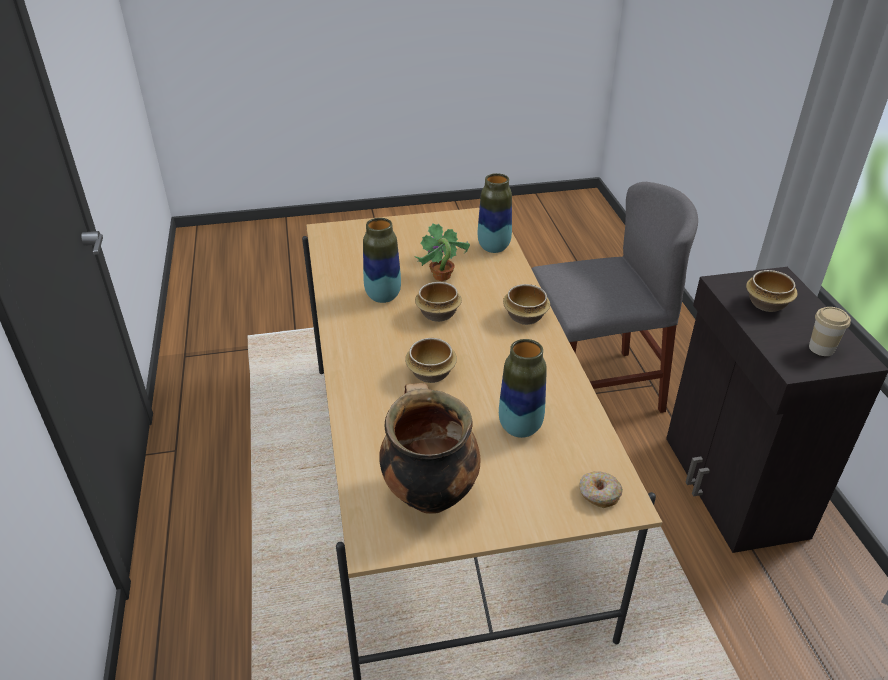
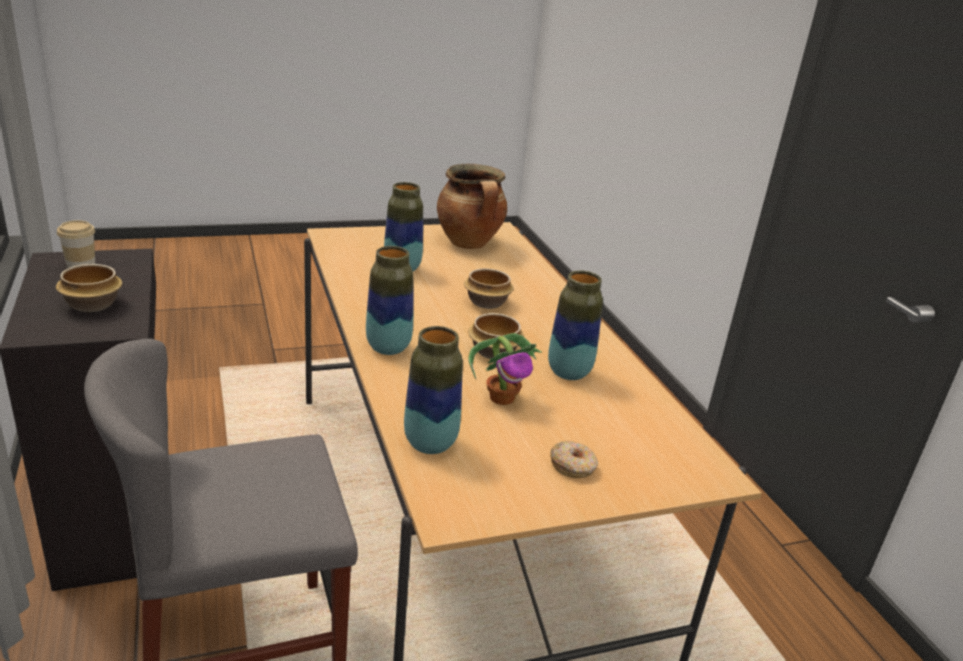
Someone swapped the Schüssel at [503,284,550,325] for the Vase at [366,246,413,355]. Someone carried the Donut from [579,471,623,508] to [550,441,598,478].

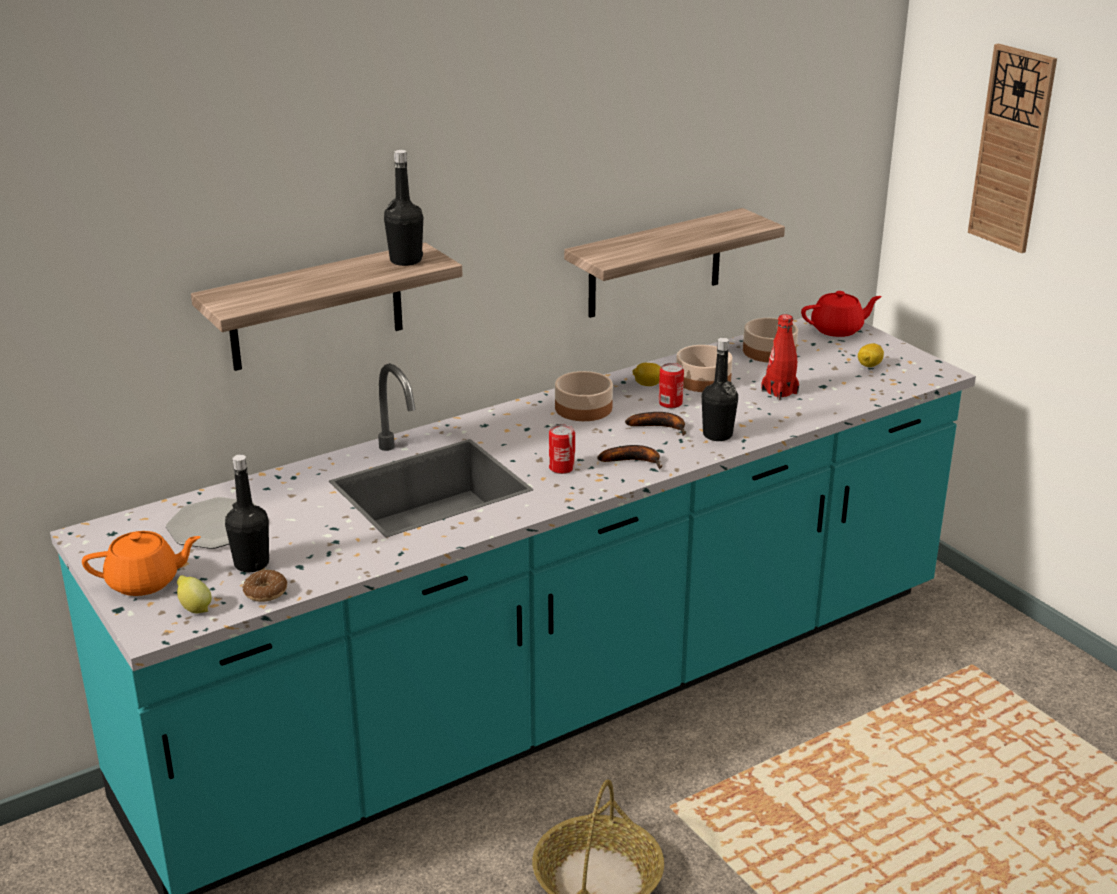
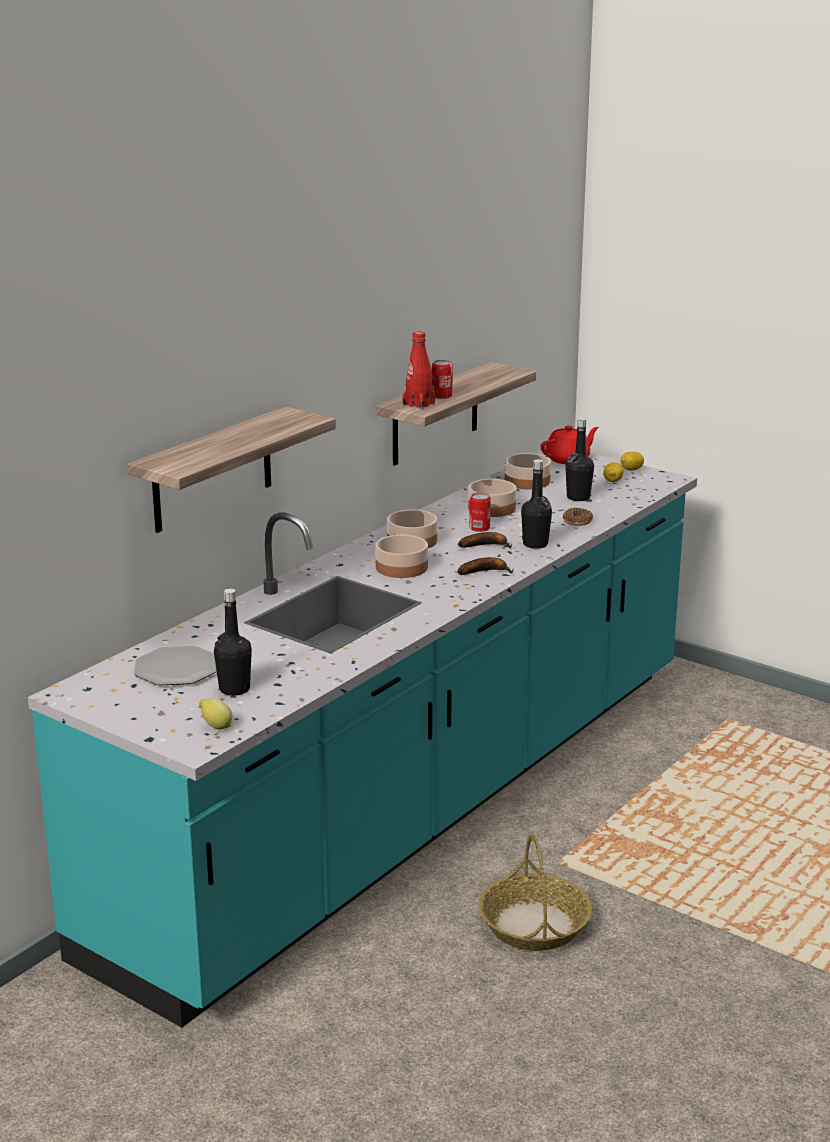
Someone put down the Schüssel at [375,535,428,578]. Someone carried the Flasche/rot from [761,314,799,400] to [402,332,435,410]. Someone carried the Dose from [549,424,575,474] to [432,360,453,399]. Someone carried the Donut from [243,569,287,602] to [563,508,593,526]. Someone carried the Flasche/schwarz from [384,150,423,266] to [565,418,594,501]. Someone carried the Zitrone from [633,363,661,386] to [620,452,644,471]. Someone took away the Teekanne/orange at [82,531,200,596]. Someone took away the Wanduhr at [968,44,1057,253].

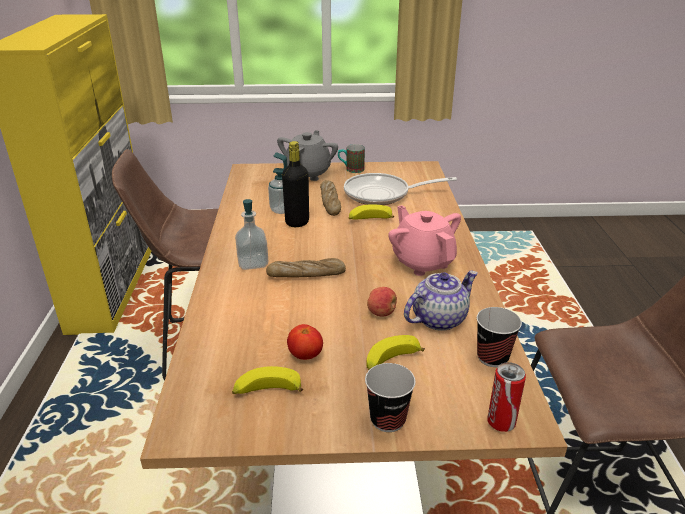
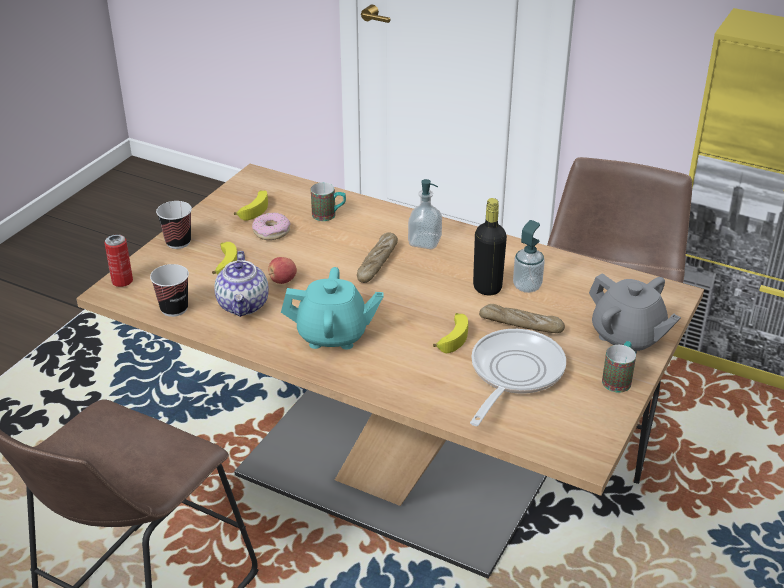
Someone swapped the Tomate at [287,324,323,360] for the Donut at [252,213,291,240]. Someone repainted the Teekanne/rosa at [388,205,461,276], which became the Teekanne/türkis at [281,267,384,349]. Someone put down the Henkelbecher at [311,183,346,221].

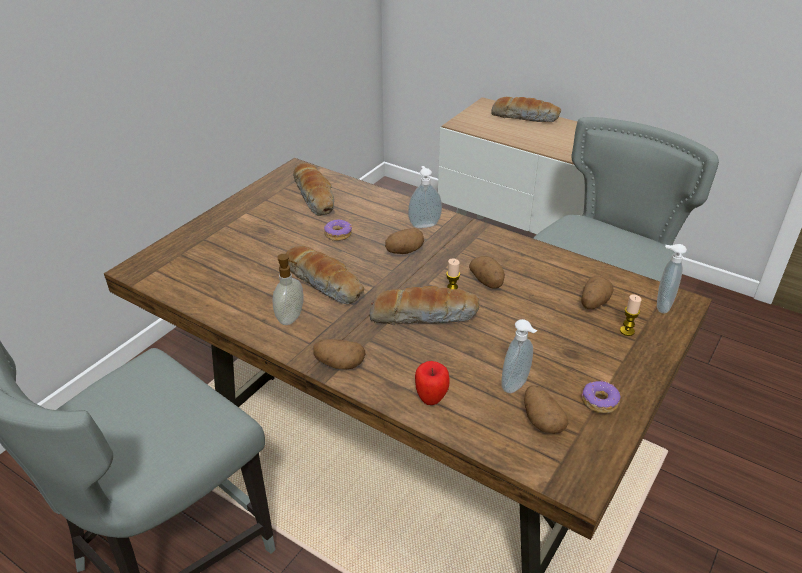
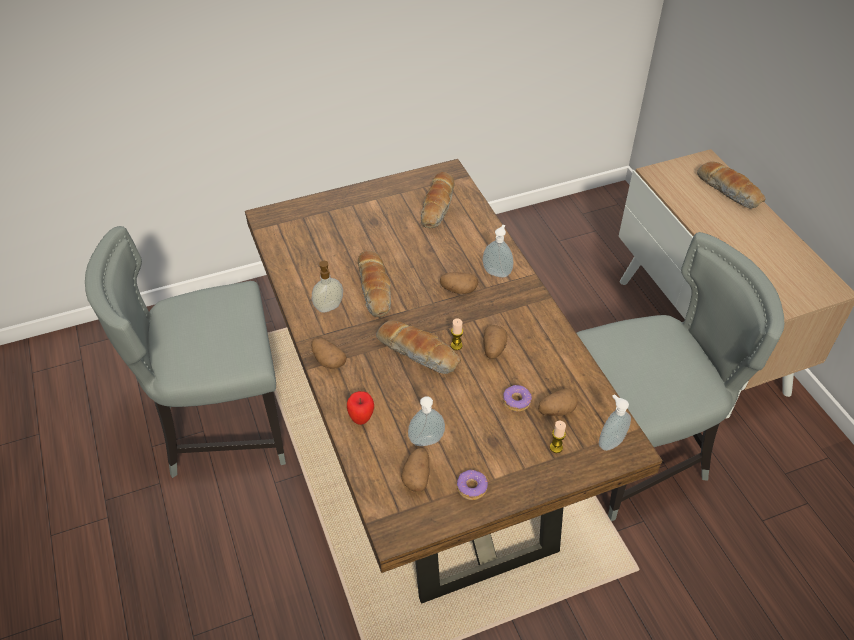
Someone carried the Donut from [324,219,352,241] to [503,385,532,412].

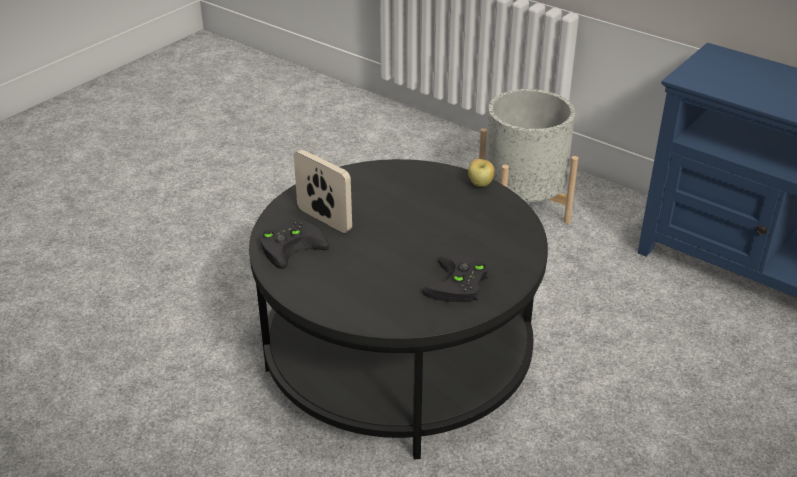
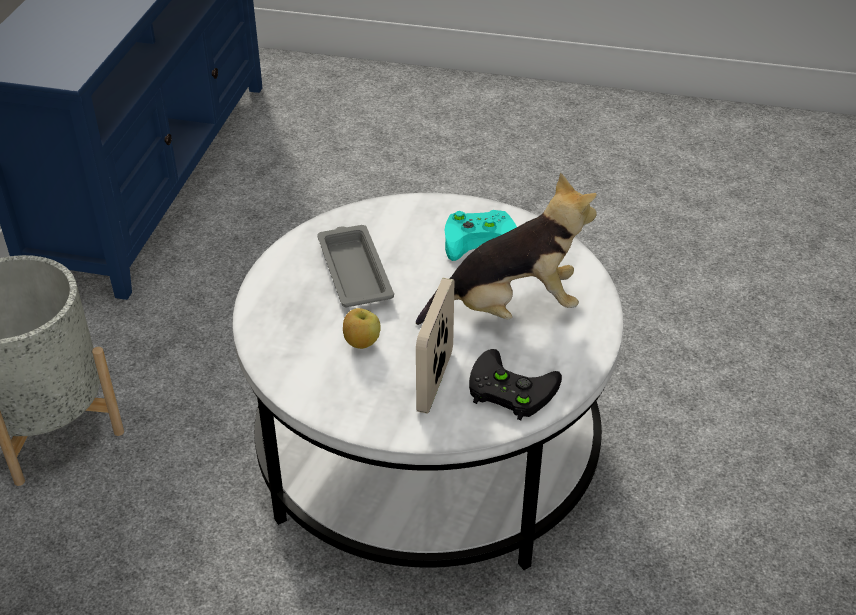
Someone repainted the Couchtisch/schwarz at [249,159,548,460], which became the Couchtisch/weiß at [232,193,624,570]. Someone put down the Tablett/grau at [317,225,394,307]. Someone carried the Apfel from [468,159,495,187] to [343,308,381,349]. Someone put down the Plüschtier at [416,173,597,325]. Someone repainted the Gamepad/schwarz at [422,254,488,302], which became the Gamepad/türkis at [445,210,517,261].

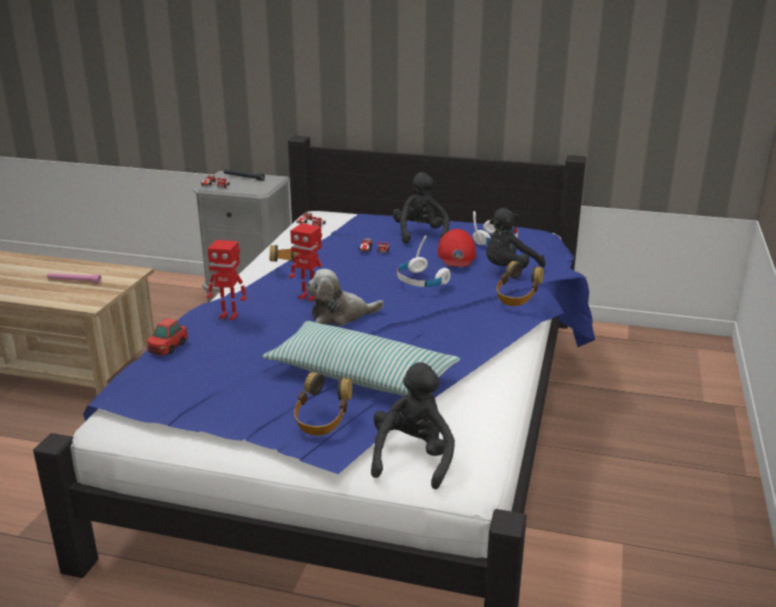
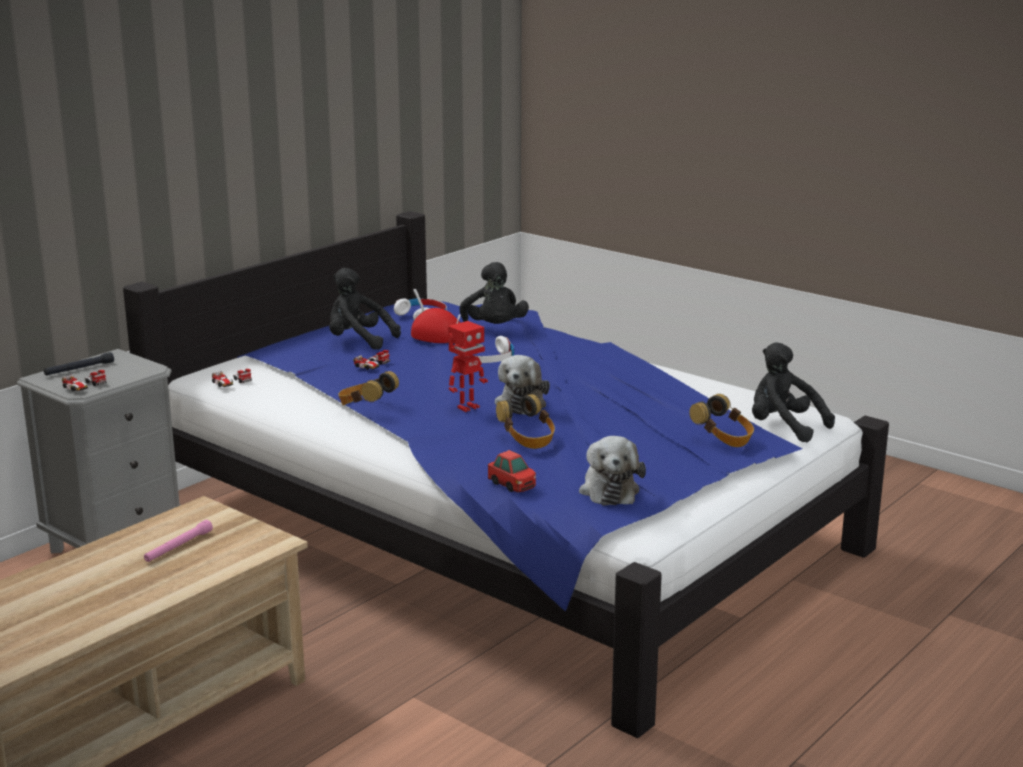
Someone carried the Kopfhörer from [497,261,544,306] to [496,394,555,449]. Someone put down the Plüschtier at [579,436,646,505]. Someone took away the Spielzeugroboter at [206,240,247,320]. Someone took away the Kissen at [262,321,460,396].

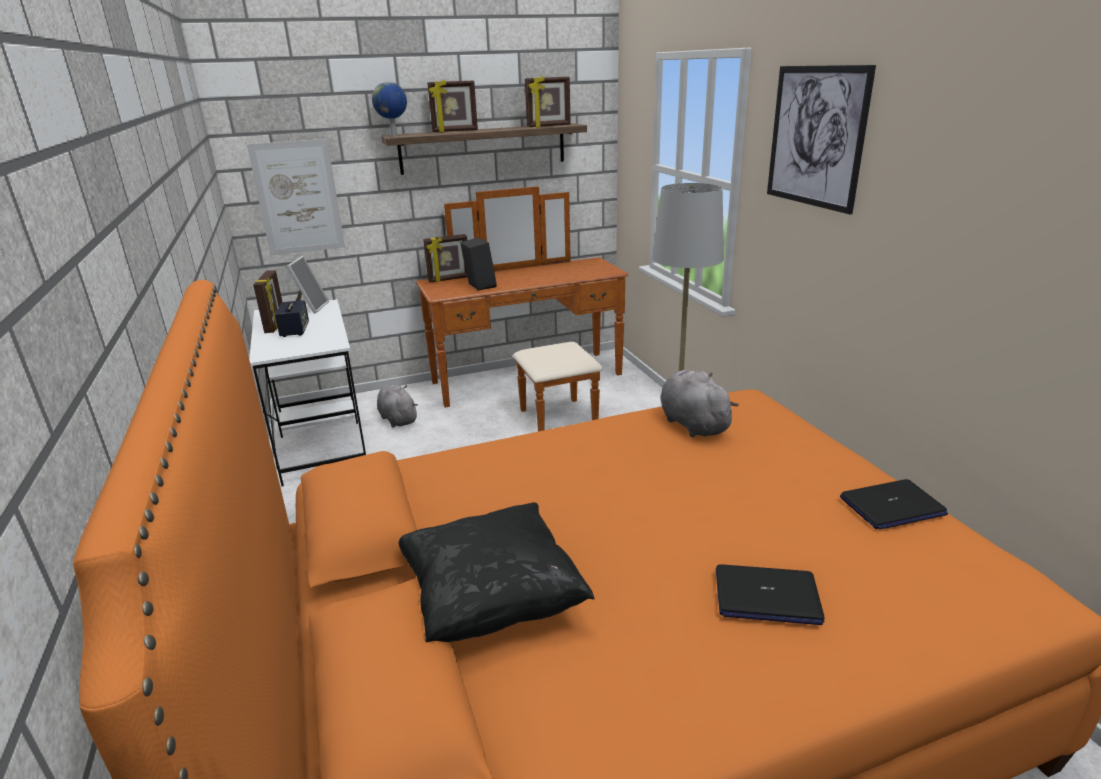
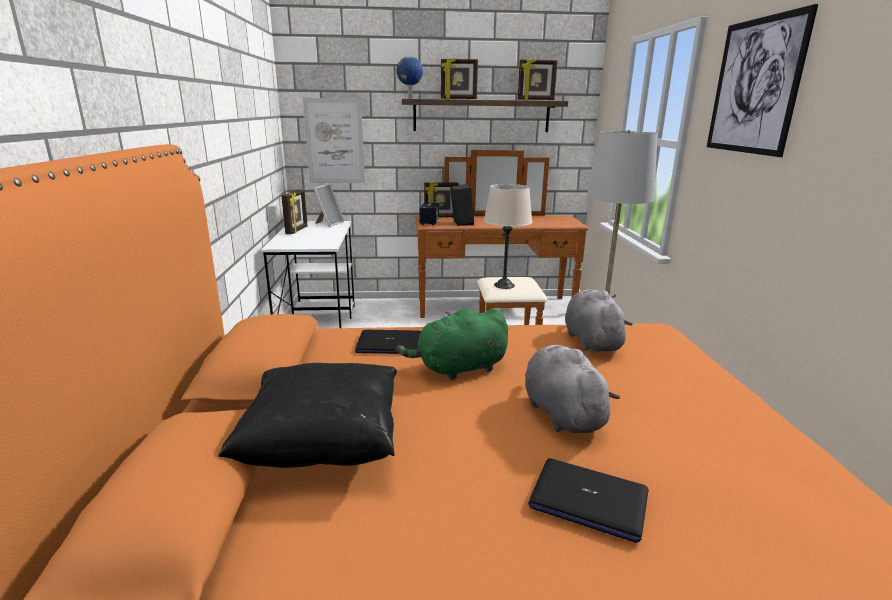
Someone carried the Laptop from [840,479,948,530] to [355,330,421,354]. Someone put down the Plüschtier/grün at [396,307,508,380]. Someone carried the Lautsprecher from [275,300,309,337] to [420,203,439,225]. Someone put down the Tischlampe/beige at [484,184,532,289]. Someone carried the Plüschtier/grau from [377,385,418,428] to [525,345,620,433].

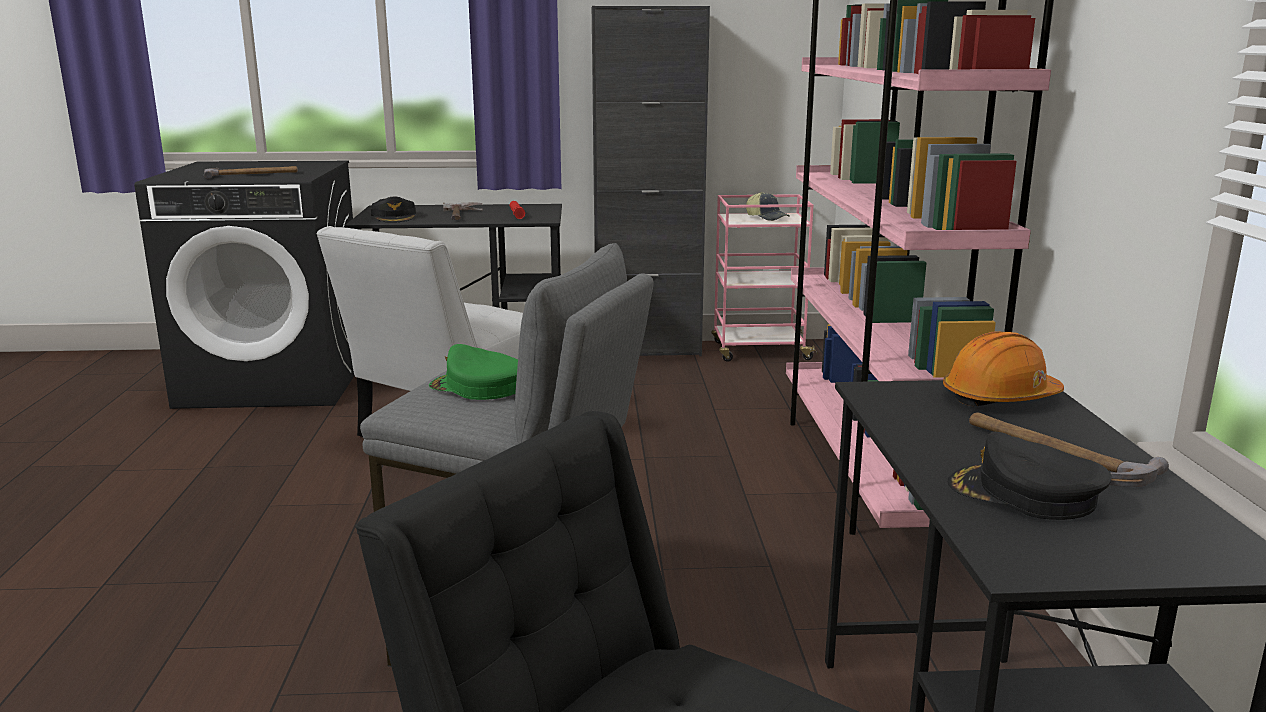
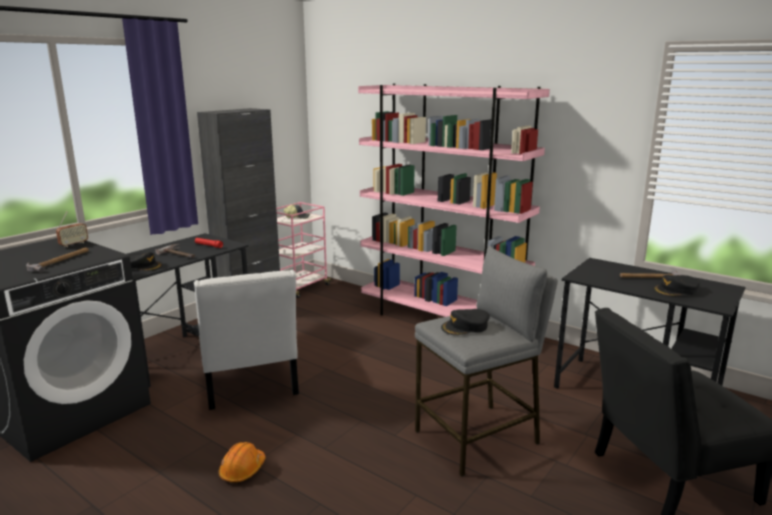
Someone put down the Radio at [56,211,88,247]. Someone carried the Schutzhelm/orange from [943,331,1064,406] to [219,442,266,483]. Someone repainted the Kappe/grün at [429,344,518,400], which became the Kappe/schwarz at [441,309,490,335].

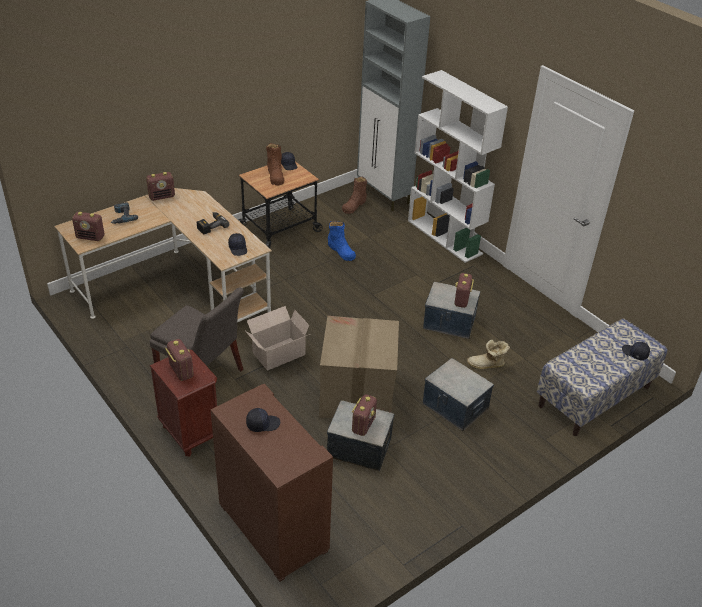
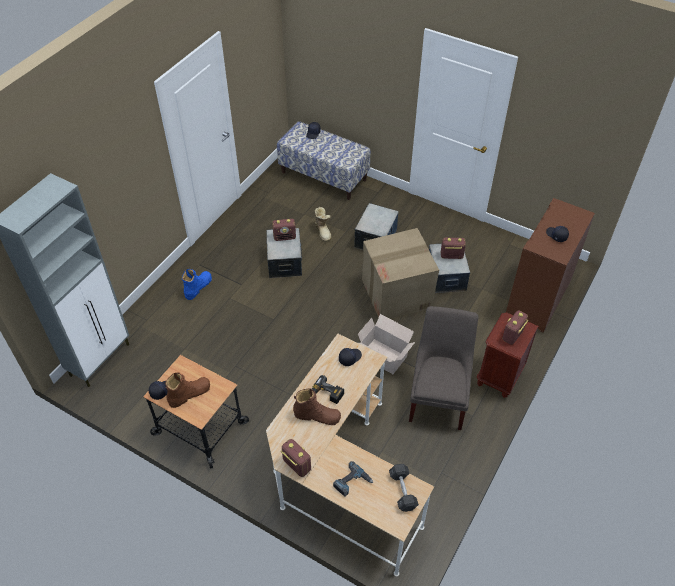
Someone carried the Stiefel/blau from [328,221,356,261] to [182,269,212,300]. Someone carried the Stiefel/braun from [342,177,367,214] to [293,388,341,425]. Someone swapped the Radio at [72,212,104,241] for the Hantel/grau at [389,464,419,512]. Someone took away the Bücherregal/weiß at [408,70,508,263].

